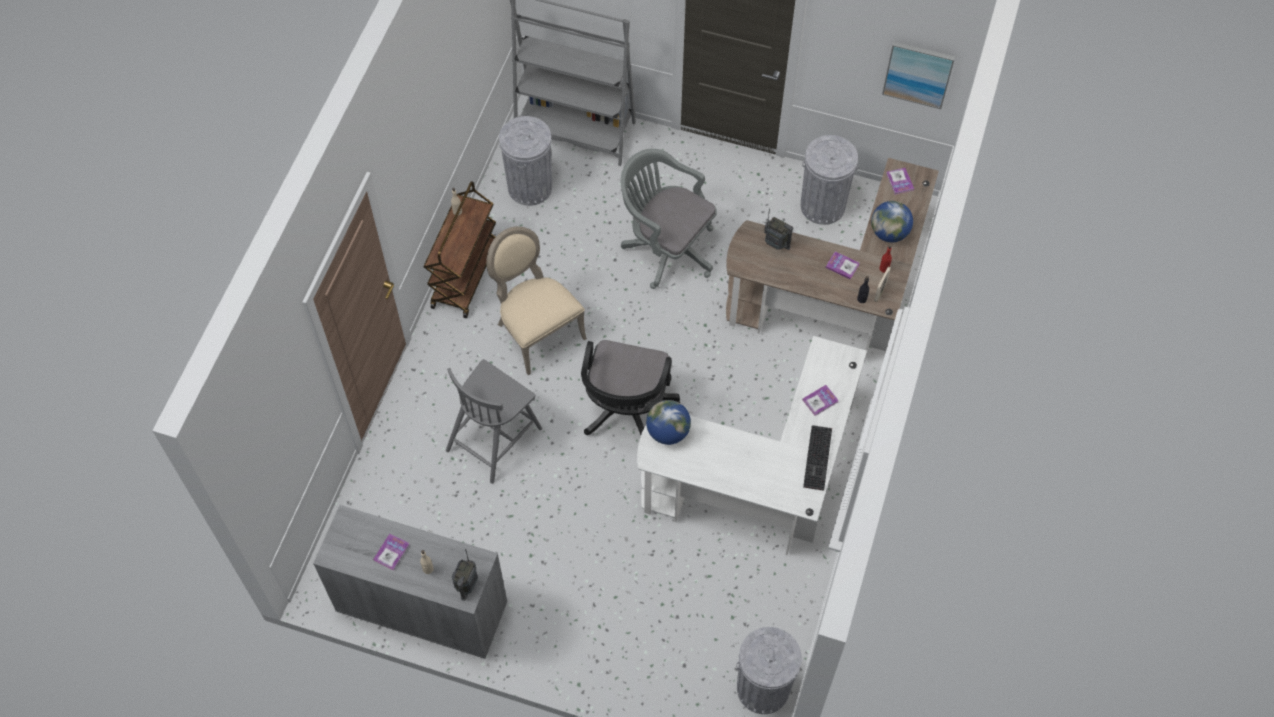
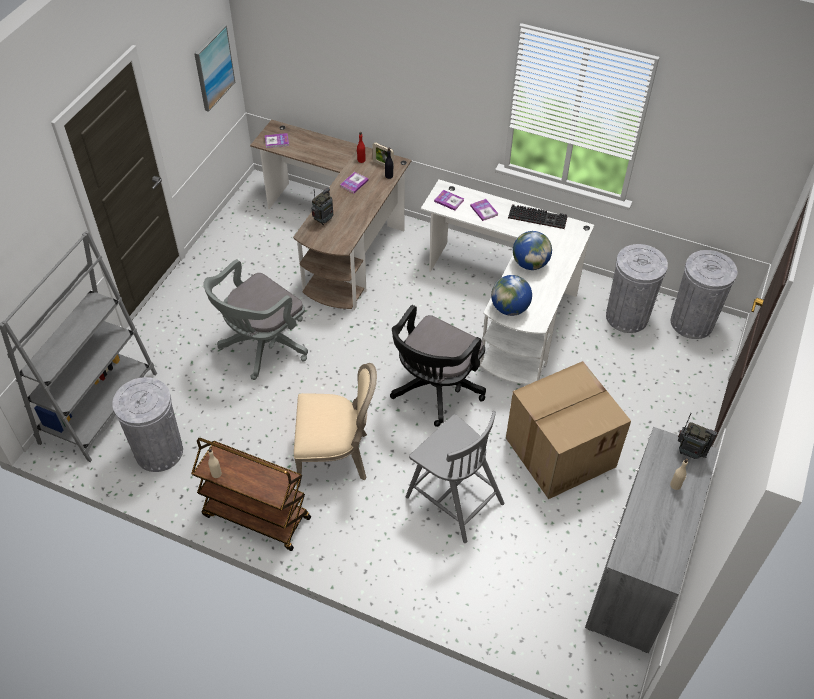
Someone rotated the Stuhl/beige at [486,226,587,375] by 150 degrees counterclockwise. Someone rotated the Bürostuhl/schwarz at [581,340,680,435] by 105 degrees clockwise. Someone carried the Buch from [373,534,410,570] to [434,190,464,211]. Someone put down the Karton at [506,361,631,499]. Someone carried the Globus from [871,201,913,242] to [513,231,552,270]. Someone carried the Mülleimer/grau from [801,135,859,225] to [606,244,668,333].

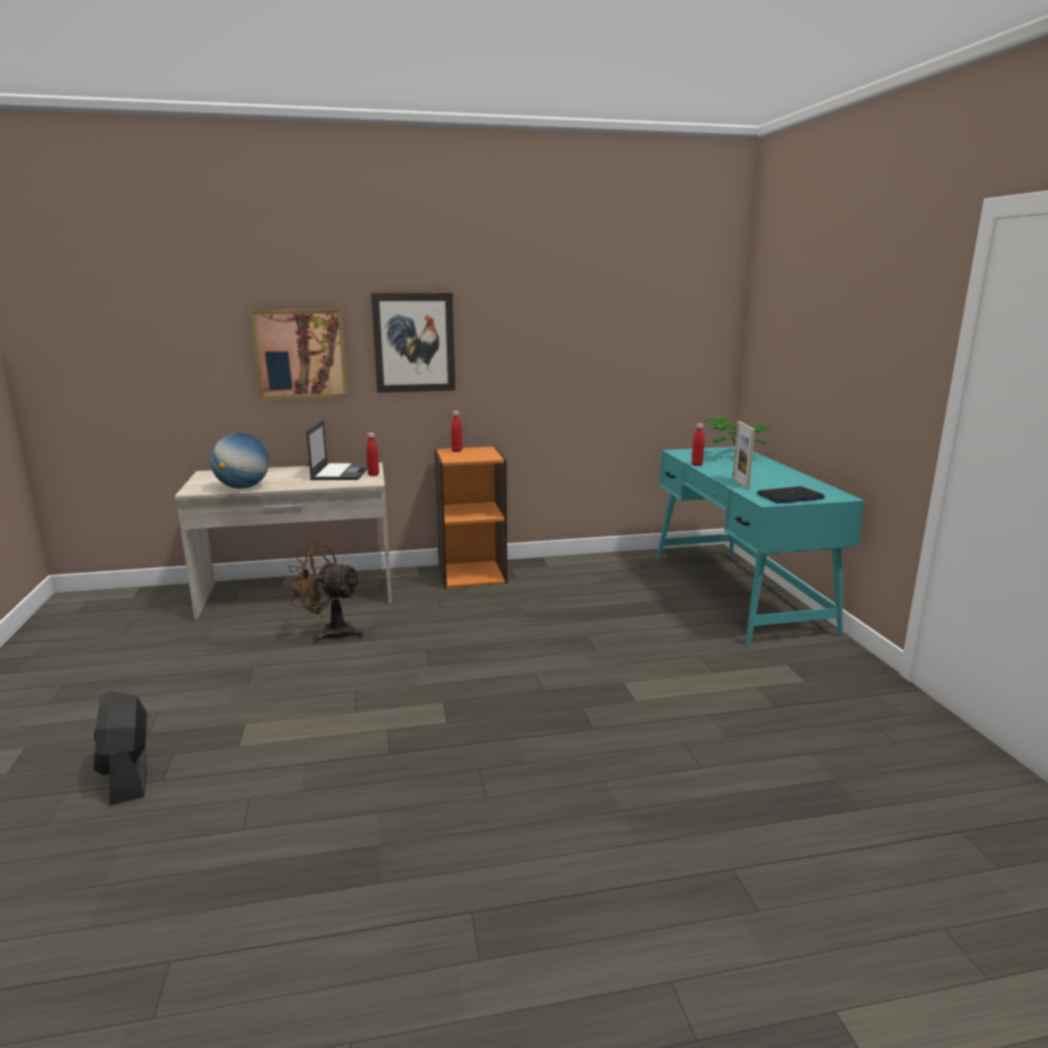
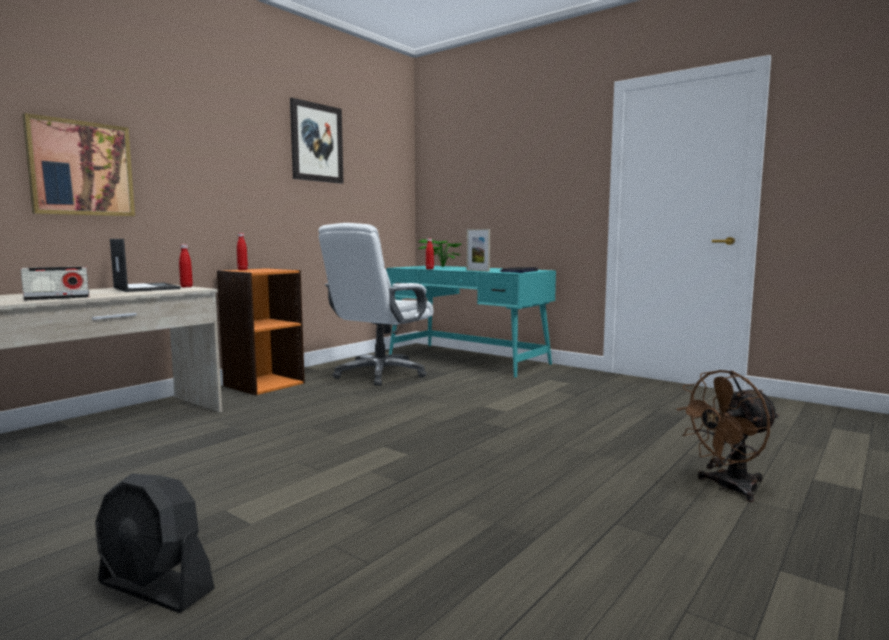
Someone swapped the Globus at [210,433,269,489] for the Radio at [20,266,89,301]. Someone carried the Bild from [371,293,455,393] to [290,98,343,184]. Someone put down the Bürostuhl/weiß at [318,223,433,386]. Someone carried the Ventilator/braun from [286,543,363,643] to [676,370,779,502].

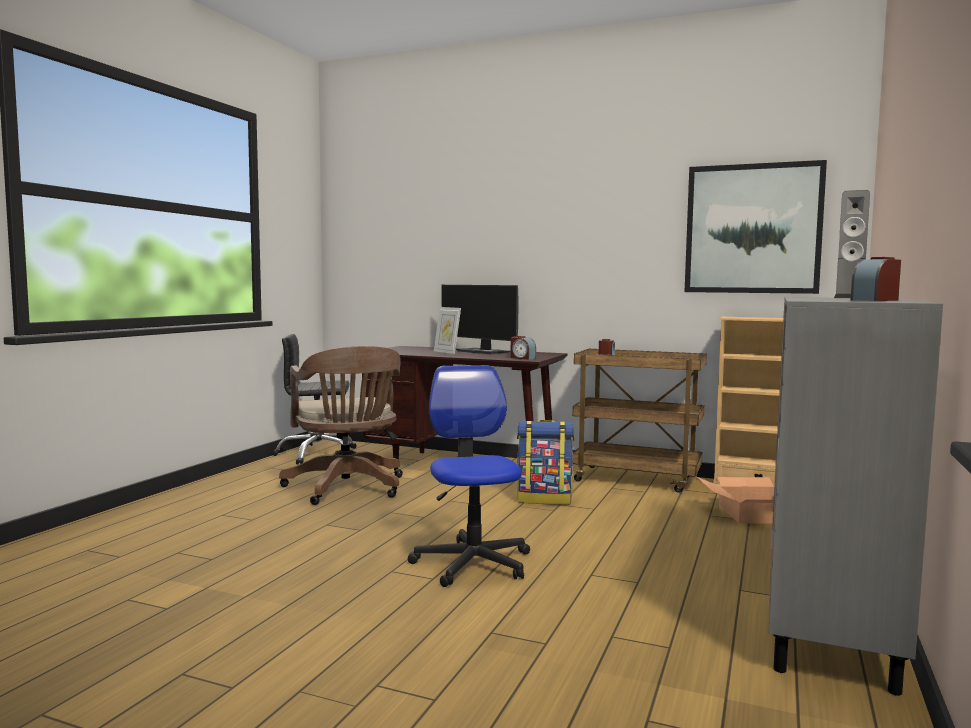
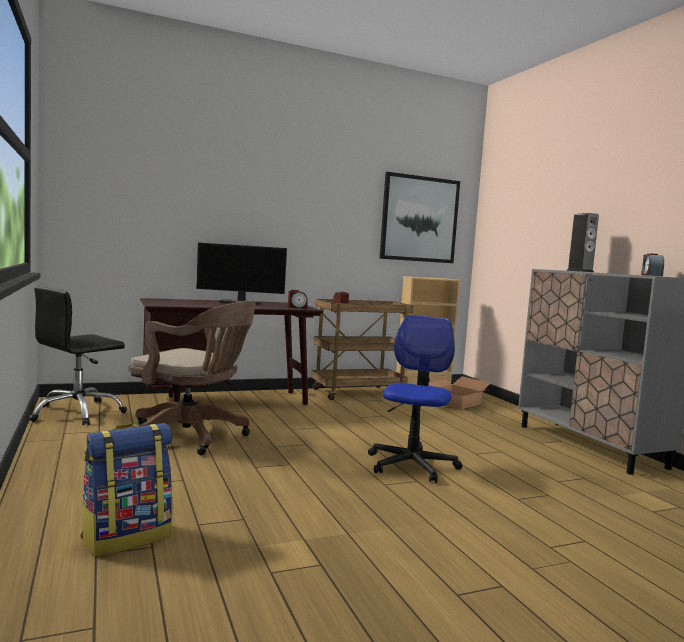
Someone carried the Rucksack from [517,420,574,505] to [80,423,173,557]. Someone rotated the Bürostuhl at [408,365,530,587] by 75 degrees clockwise. Someone took away the Bilderrahmen at [434,307,461,354].

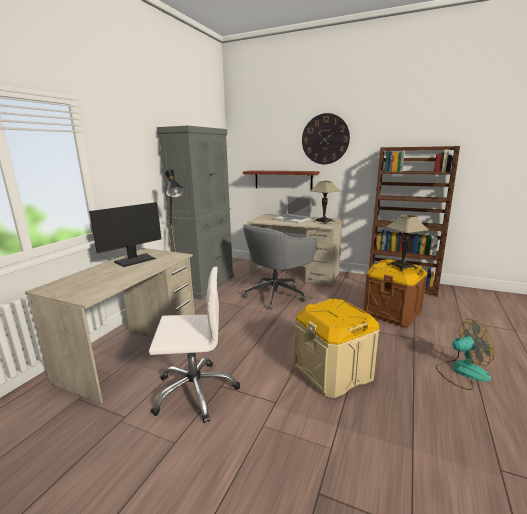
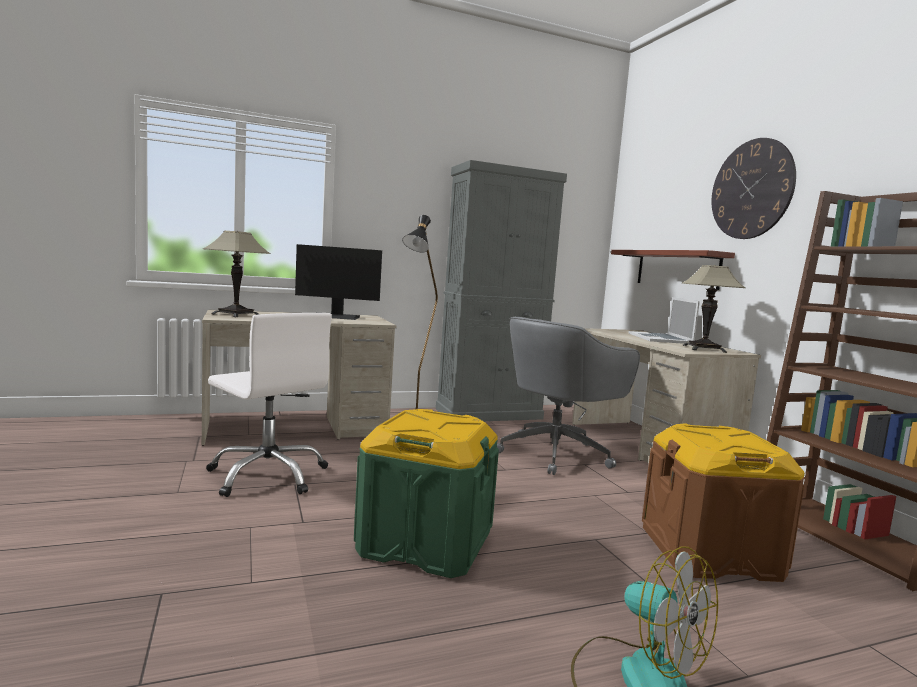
Someone carried the Tischlampe from [386,215,429,271] to [203,231,270,317]. Someone repainted the Aufbewahrungsbox/beige at [294,299,379,398], which became the Aufbewahrungsbox/grün at [354,409,499,578]. Someone rotated the Bürostuhl/grau at [242,224,317,310] by 45 degrees counterclockwise.

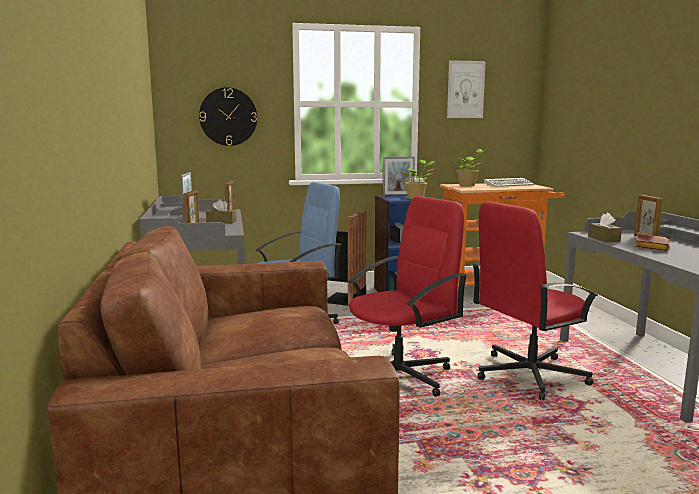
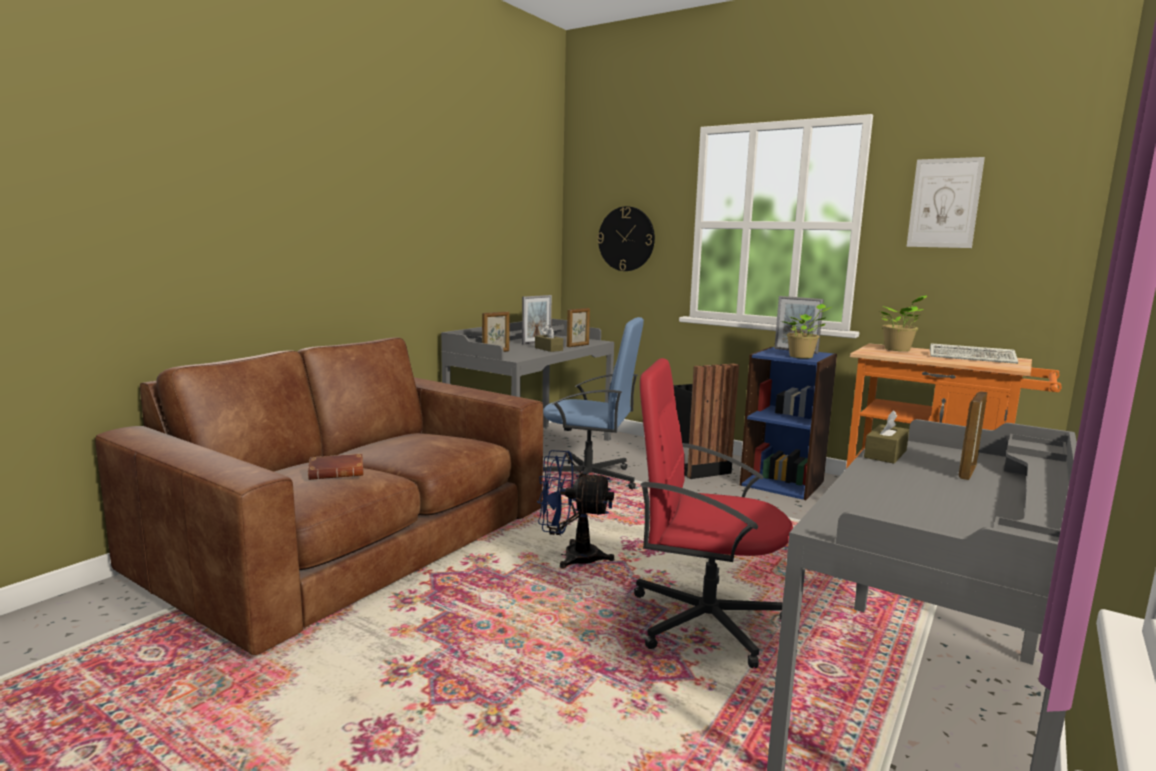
Someone carried the Buch/braun from [636,234,670,251] to [308,454,363,480]. Someone swapped the Bürostuhl/rot at [348,196,467,397] for the Ventilator/blau at [537,450,614,569].

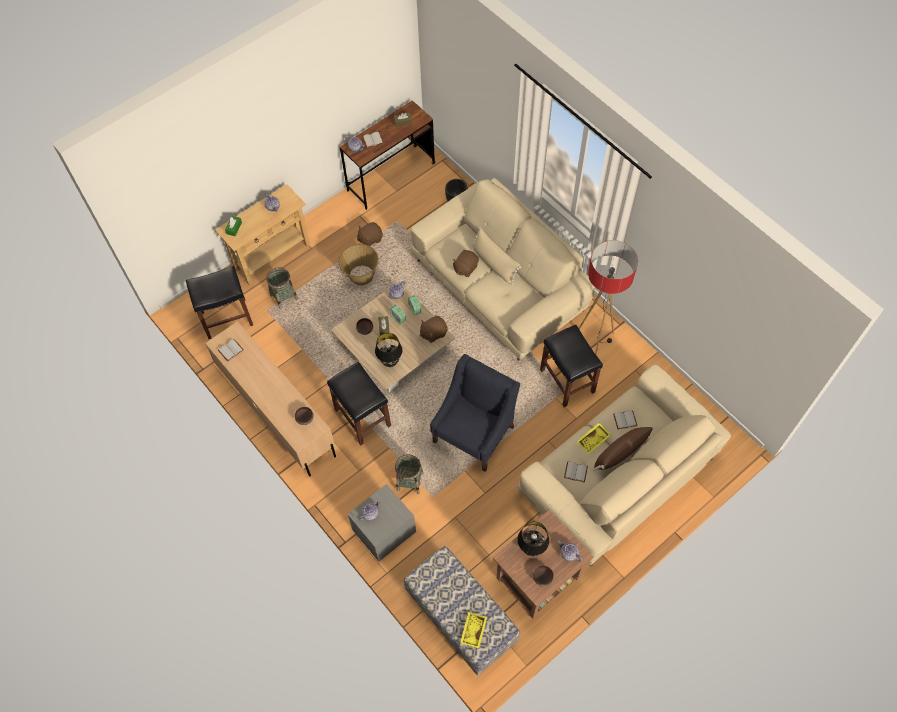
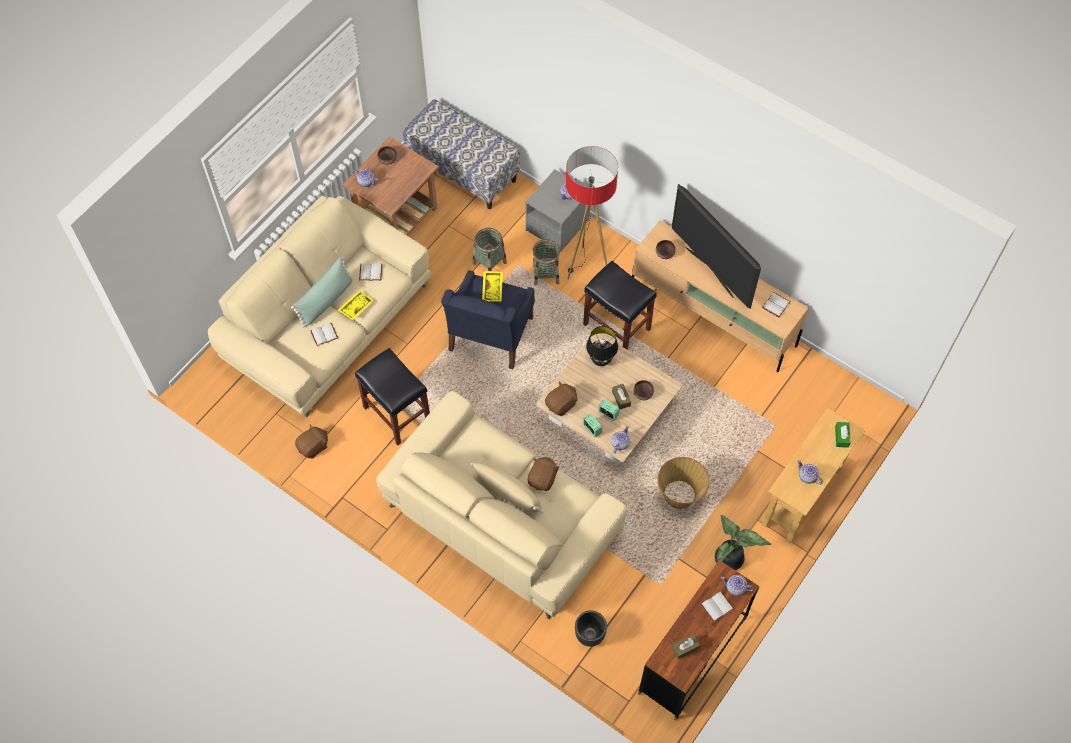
Someone repainted the Kissen/braun at [593,427,655,471], which became the Kissen/grün at [291,257,353,328]. Someone carried the Plüschtier/braun from [357,222,383,246] to [295,424,328,459]. Someone carried the Korb from [266,267,298,309] to [473,228,507,271]. Someone carried the Tablett/gelb from [460,612,487,648] to [482,271,503,302]. Someone carried the Stehlampe from [579,240,638,354] to [566,146,618,280]. Someone put down the Fernseher at [672,184,761,309]. Someone put down the Topfpflanze at [715,515,772,570]. Someone took away the Hocker/schwarz at [186,266,253,339]. Someone took away the Tischlampe/schwarz at [518,522,549,556].

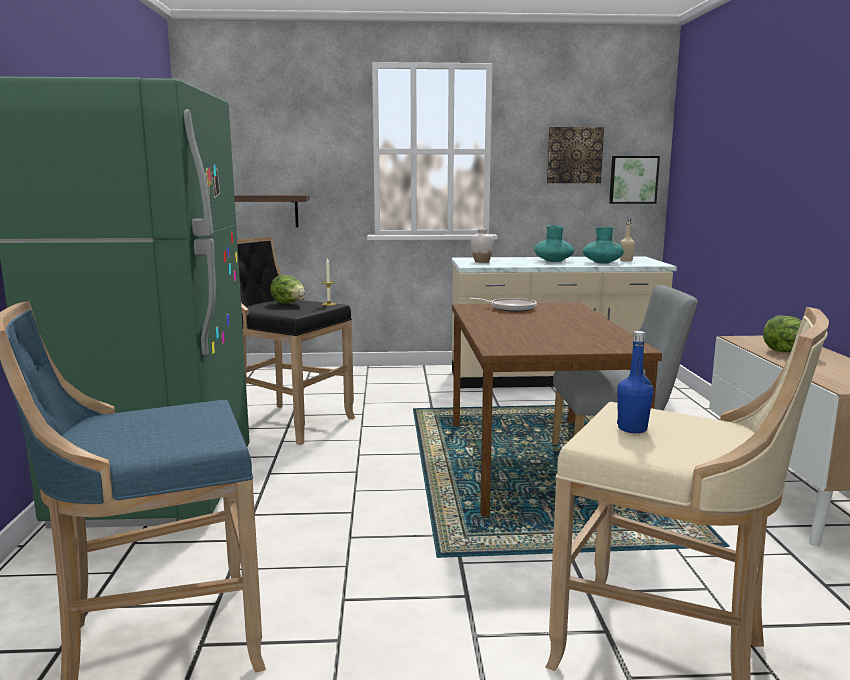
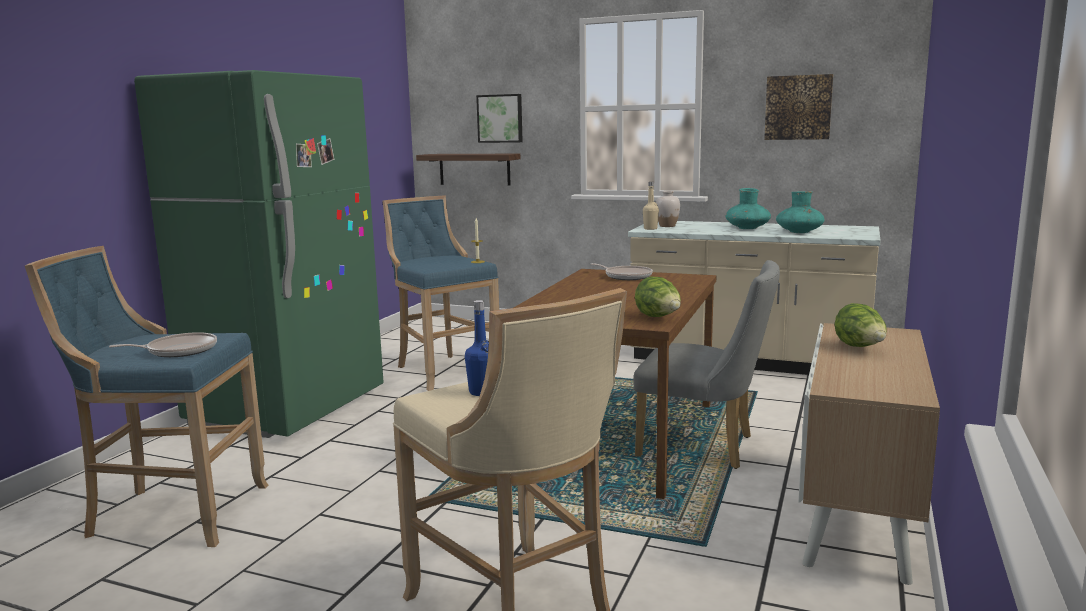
Someone put down the Pfanne at [109,332,217,357]. Someone repainted the Hocker/schwarz at [237,237,355,445], which became the Hocker/blau at [382,196,499,391]. Someone carried the Bild from [609,156,660,204] to [476,94,523,143]. Someone carried the Salatkopf from [270,275,305,304] to [635,277,681,317]. Someone carried the Flasche/beige from [620,218,635,262] to [643,182,659,230].

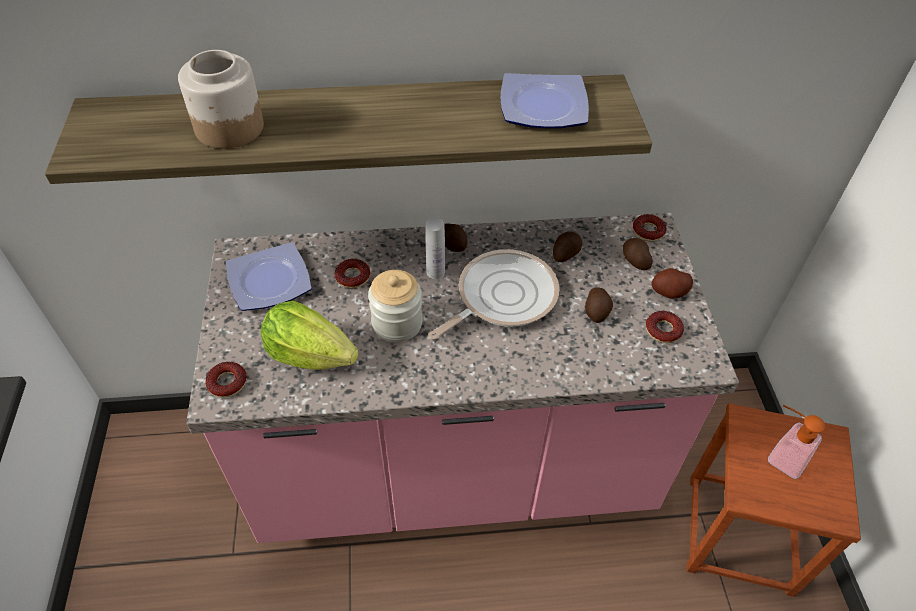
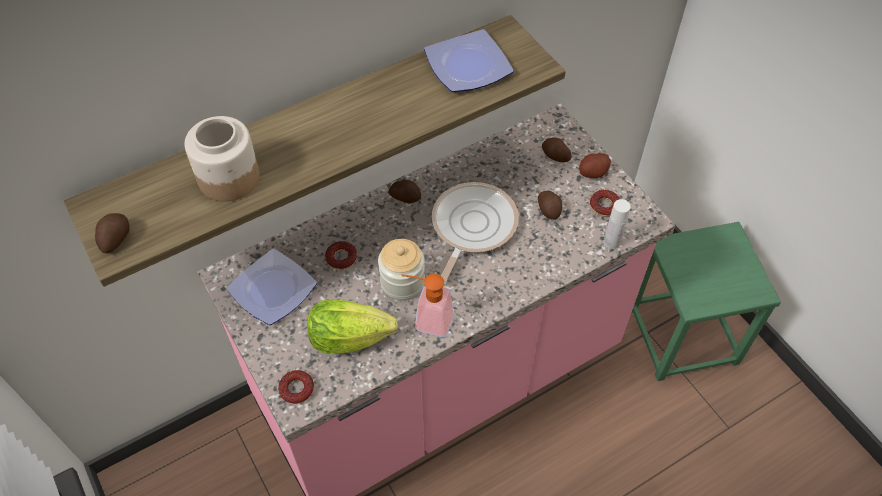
Someone carried the Kartoffel from [553,231,582,262] to [95,213,130,254]. Someone carried the Seifenspender from [768,405,825,479] to [401,274,454,337]. Someone carried the Flasche/weiß from [426,218,445,279] to [604,199,631,249]. Someone repainted the Hocker/braun at [686,403,861,597], which became the Hocker/grün at [631,222,781,381]. Someone took away the Donut at [633,214,667,241].

